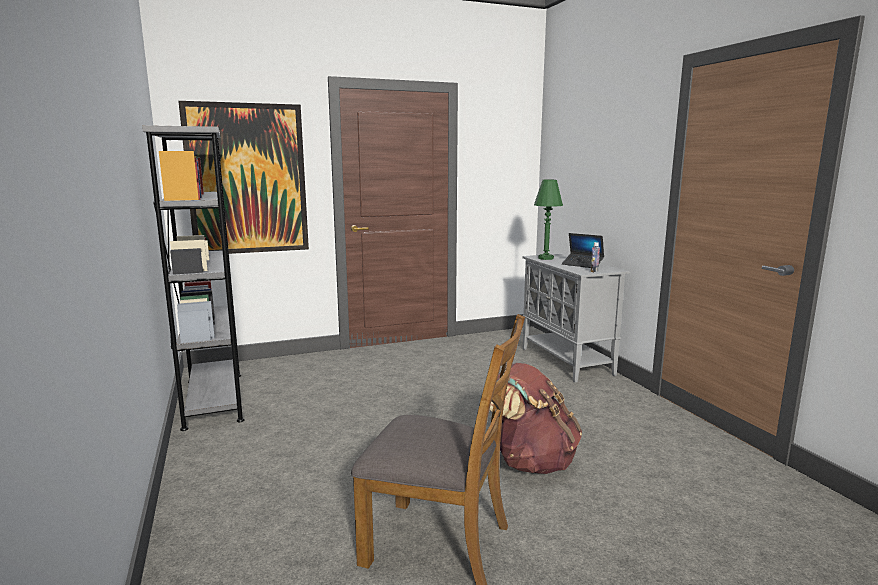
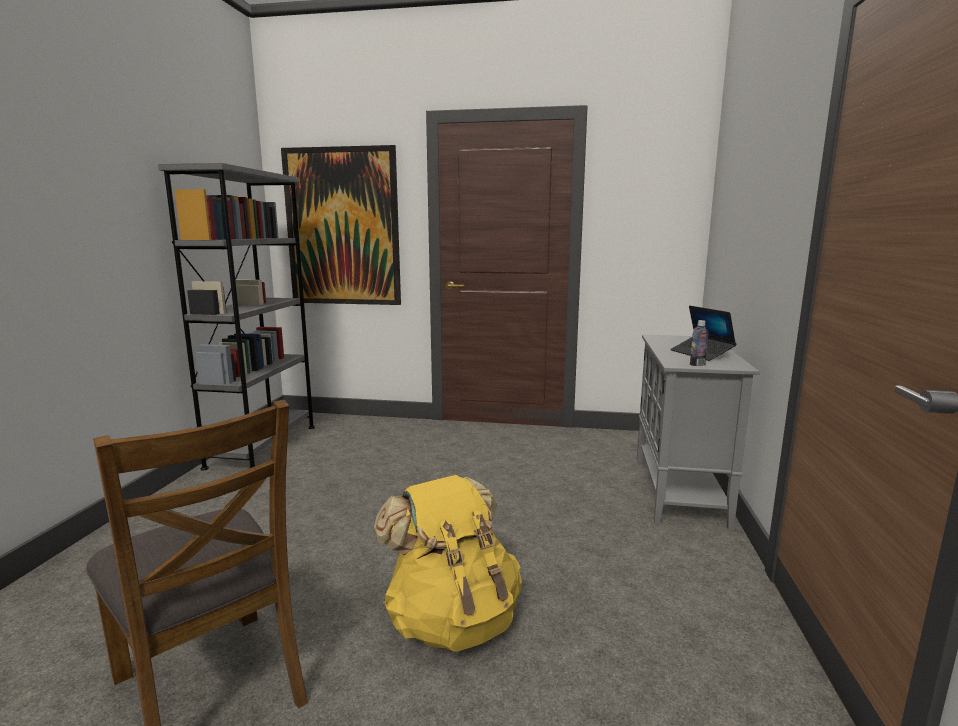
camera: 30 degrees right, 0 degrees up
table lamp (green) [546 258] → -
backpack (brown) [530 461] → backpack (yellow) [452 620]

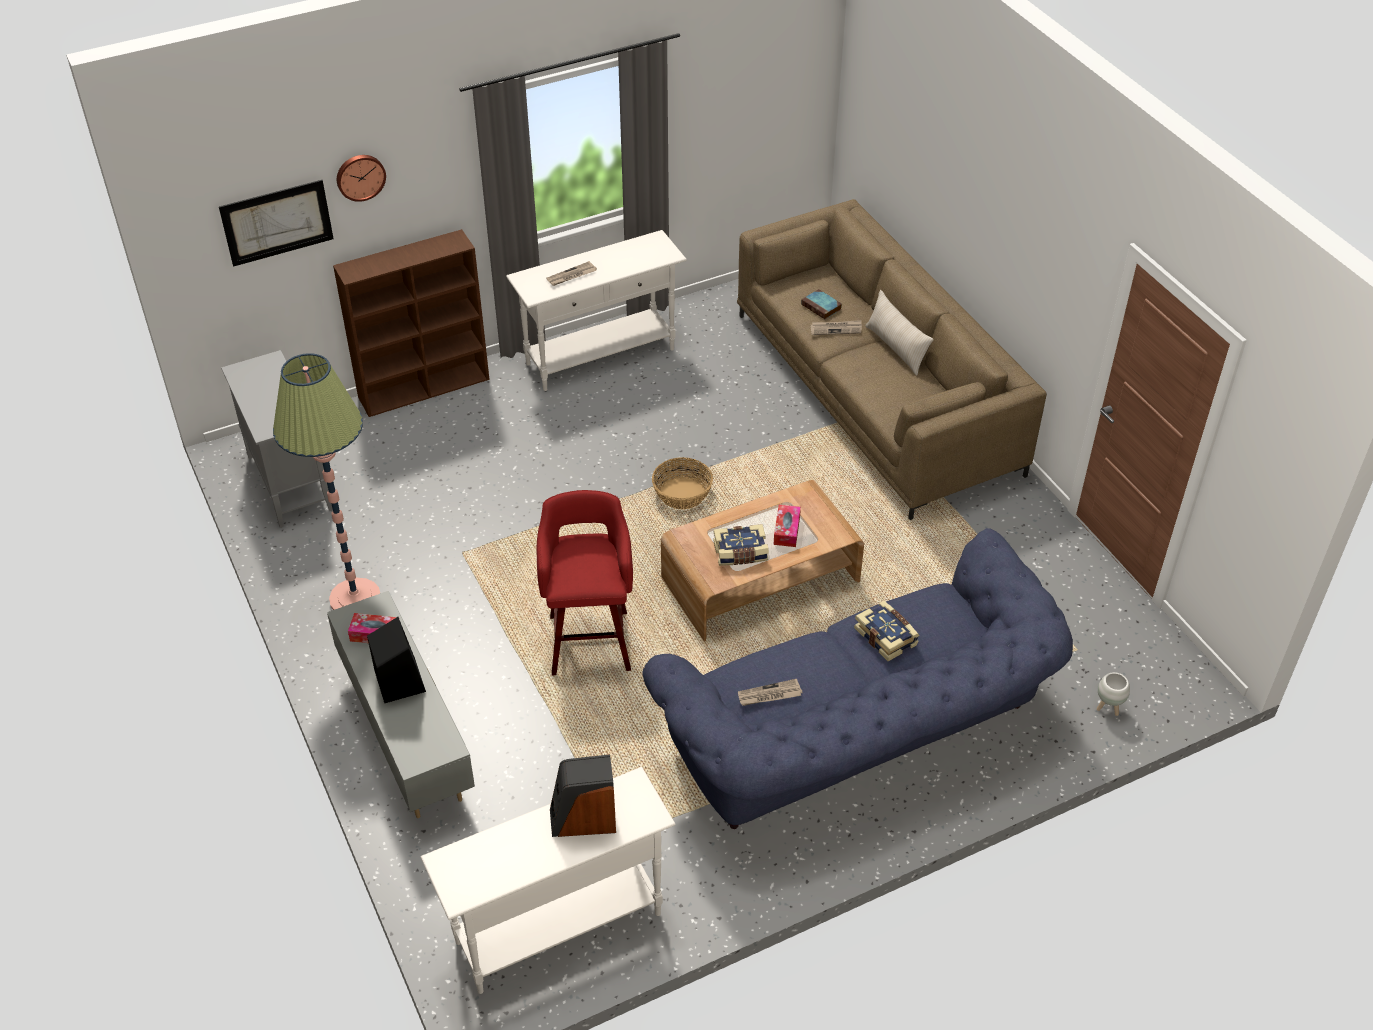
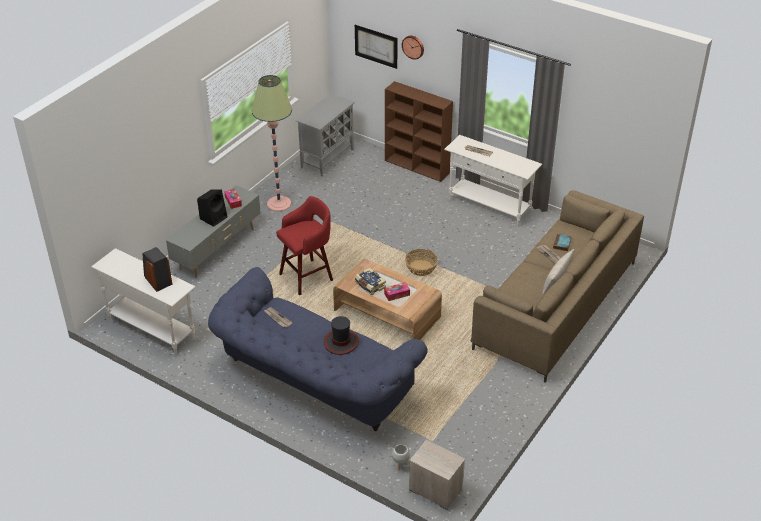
camera: 60 degrees right, 5 degrees down
- → nightstand [435 489]
book [886 636] → hat [341 342]

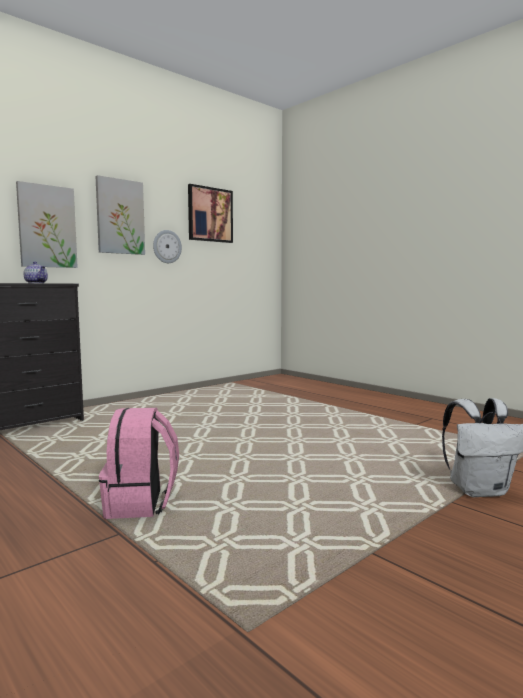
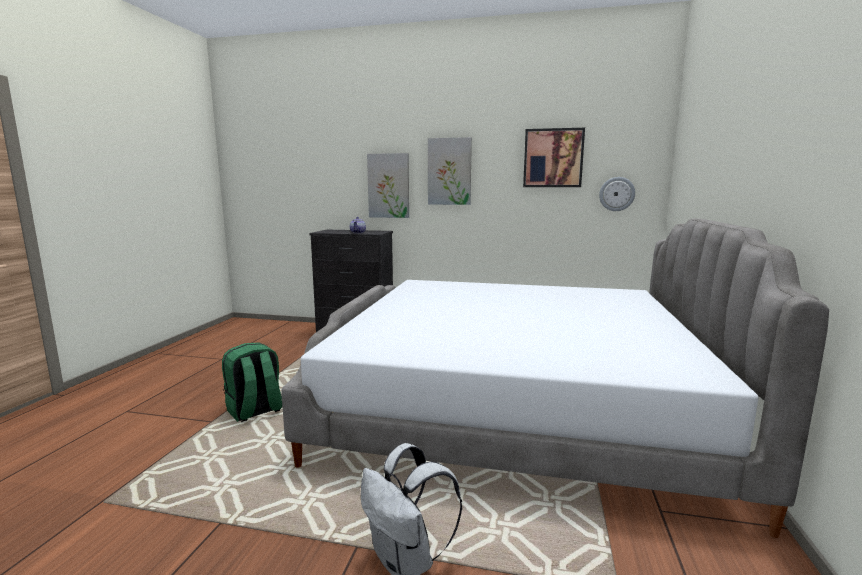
camera: 55 degrees right, 5 degrees up
- → bed [516 403]
wall clock [167 246] → wall clock [616 194], move
backpack (pink) [141 504] → backpack (green) [255 411]

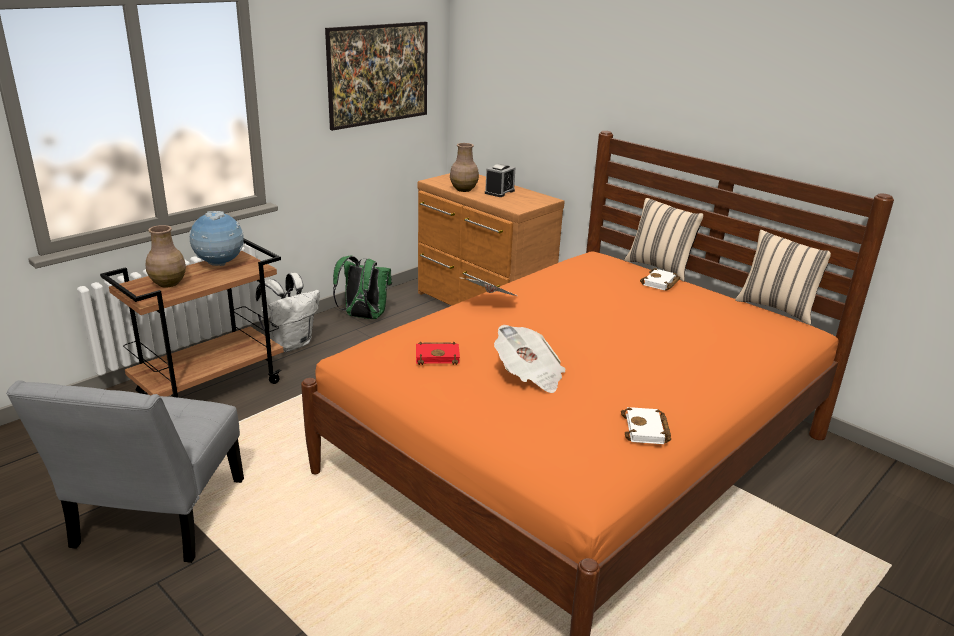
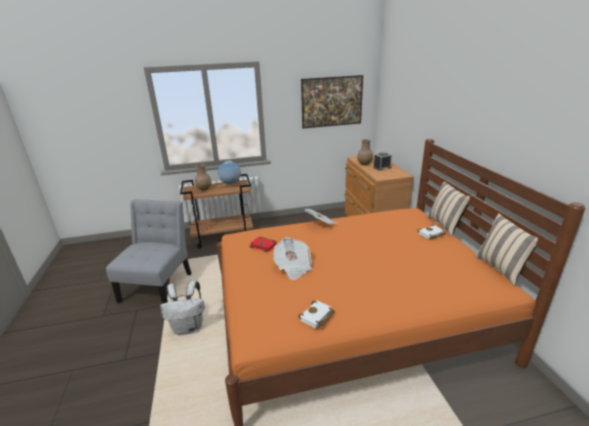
camera: 35 degrees right, 0 degrees up
backpack (green) [363 317] → -
backpack (white) [291 344] → backpack (white) [189 327], move
chair (grey) [156 519] → chair (grey) [159 284], 150 degrees clockwise

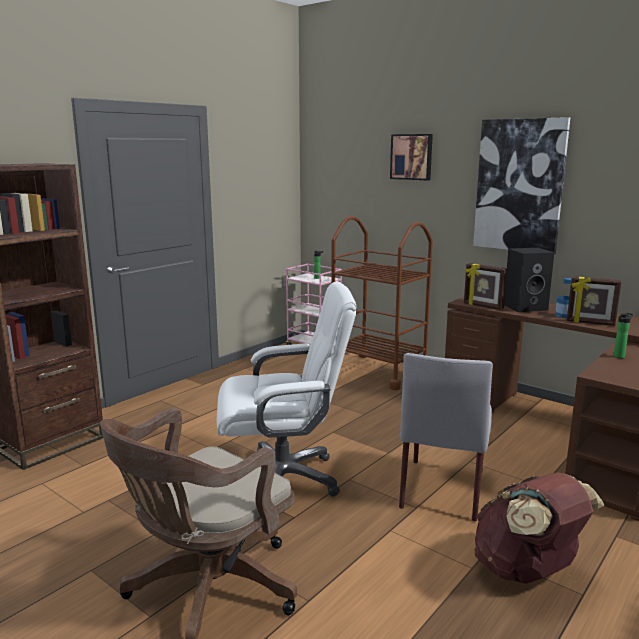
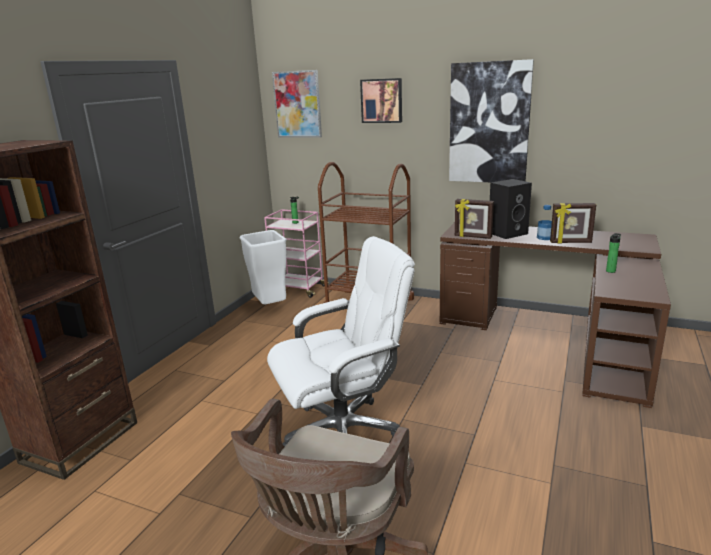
camera: 15 degrees left, 5 degrees up
chair (grey) [442 488] → -
backpack (brown) [527 571] → -
- → trash can (white) [270 307]
- → picture [297 104]

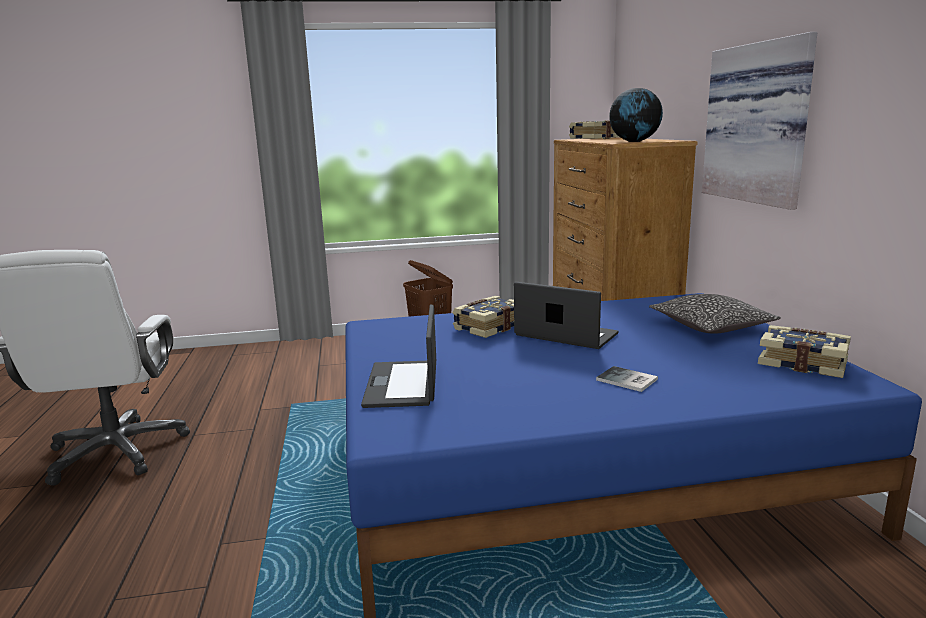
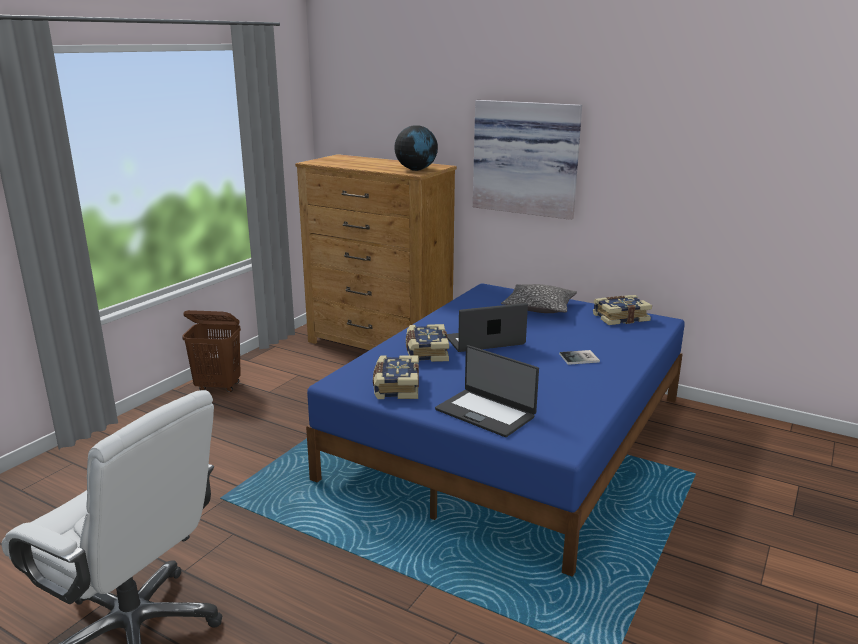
camera: 50 degrees left, 5 degrees up
book [594 139] → book [395 387], move

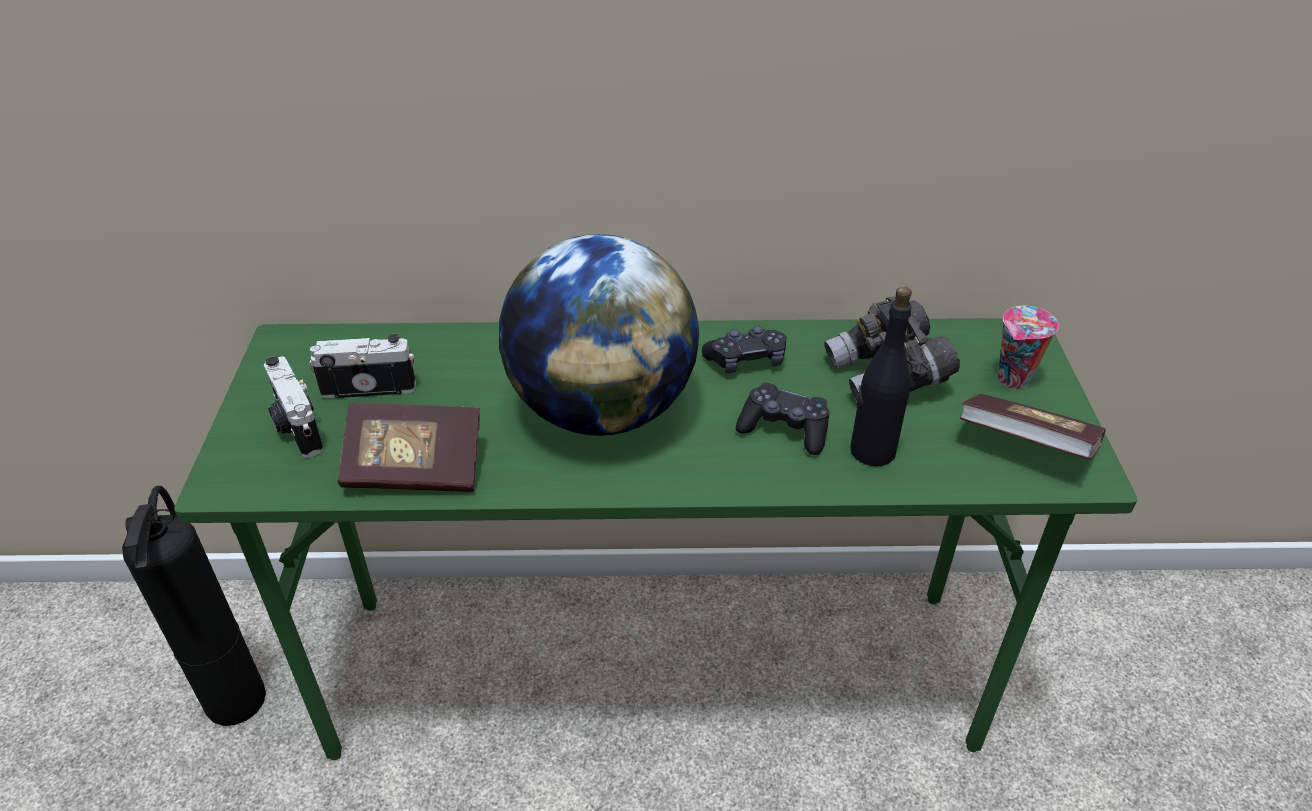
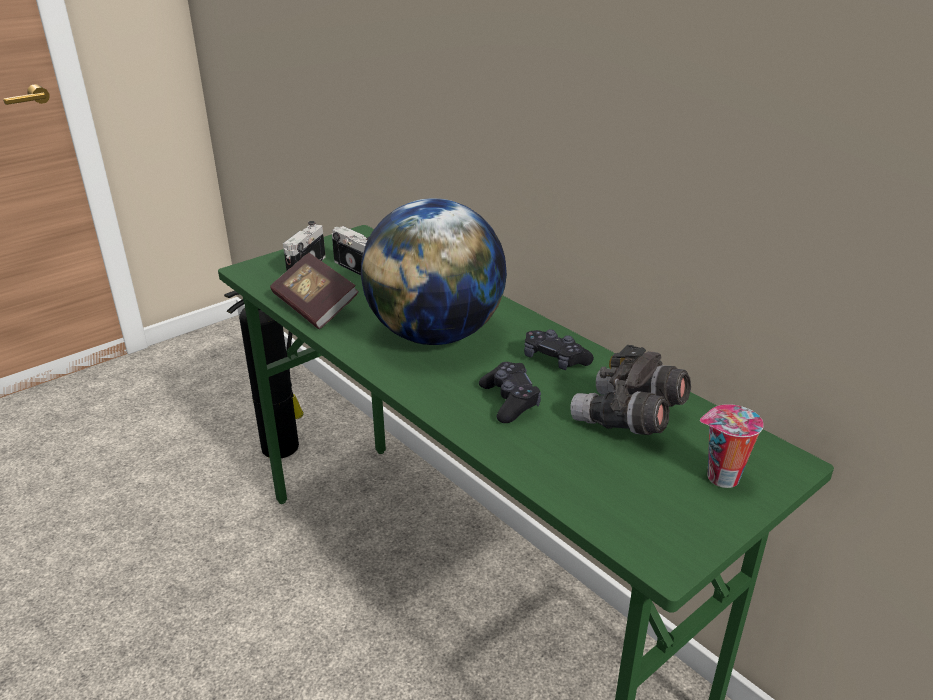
camera: 50 degrees right, 10 degrees down
bottle (black) [872 451] → -
book [1025 445] → -

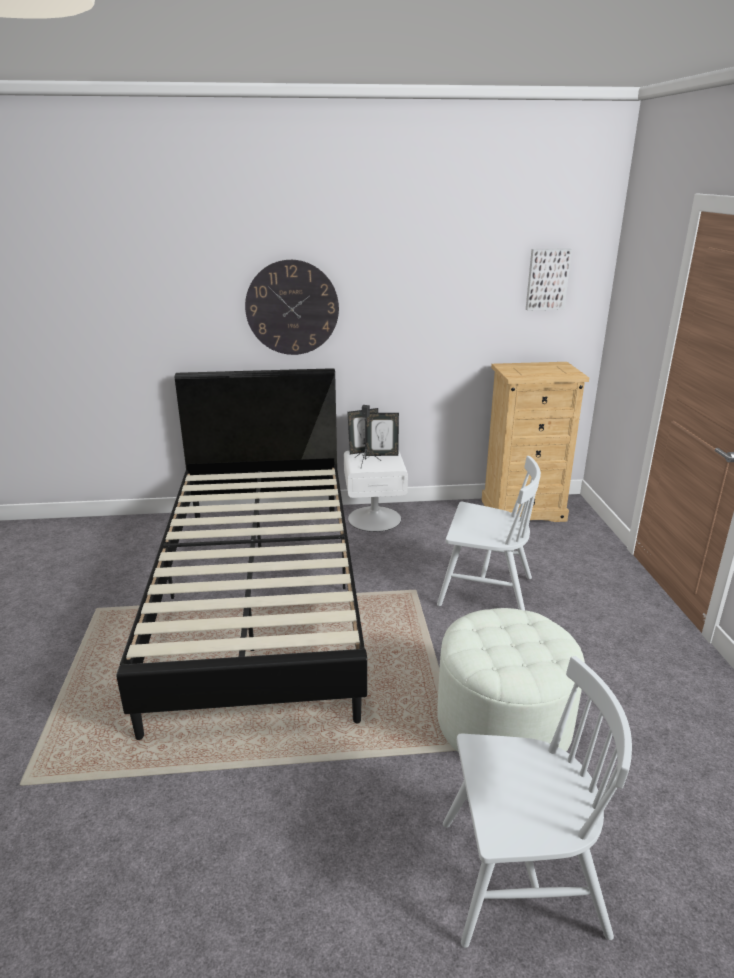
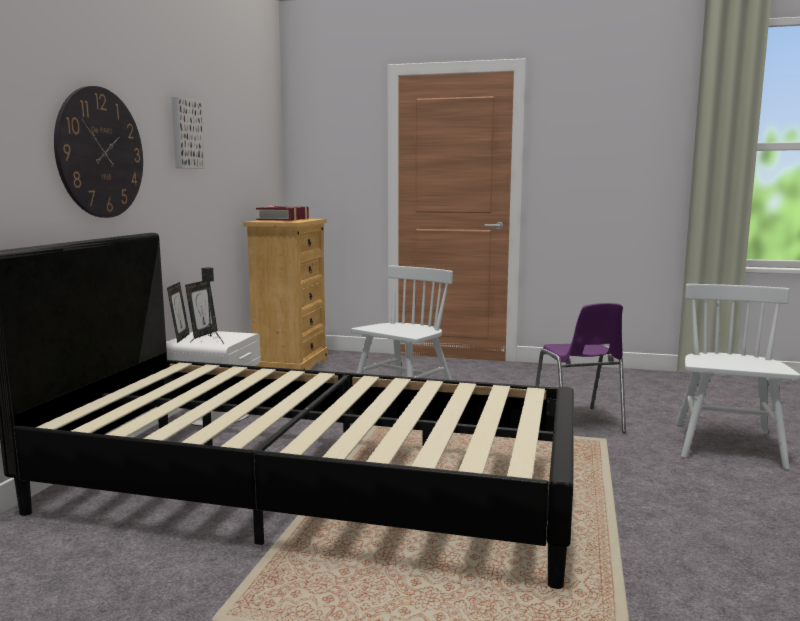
camera: 70 degrees left, 15 degrees down
- → book [283 219]
picture [547 279] → picture [185 134], move
ottoman (white) [503 722] → chair (purple) [578 423]

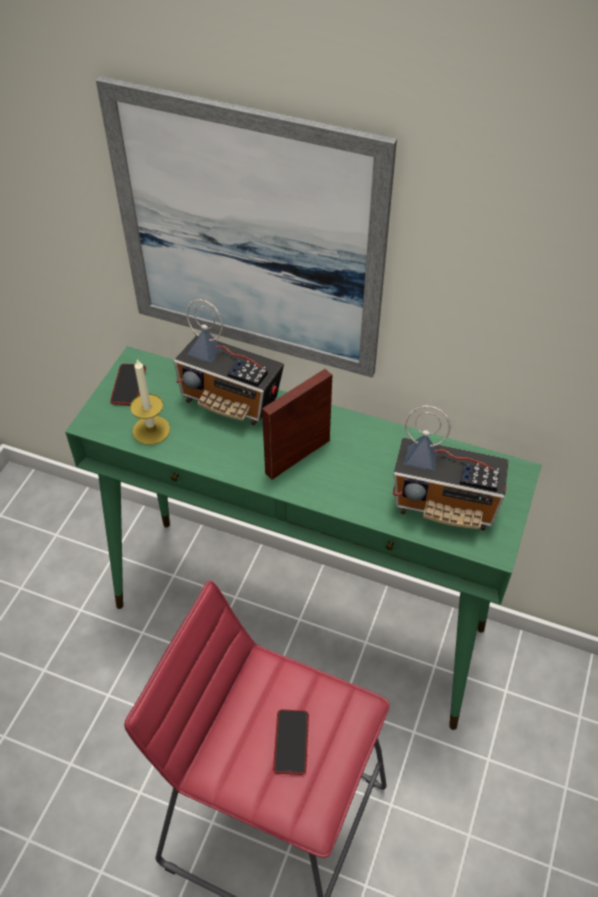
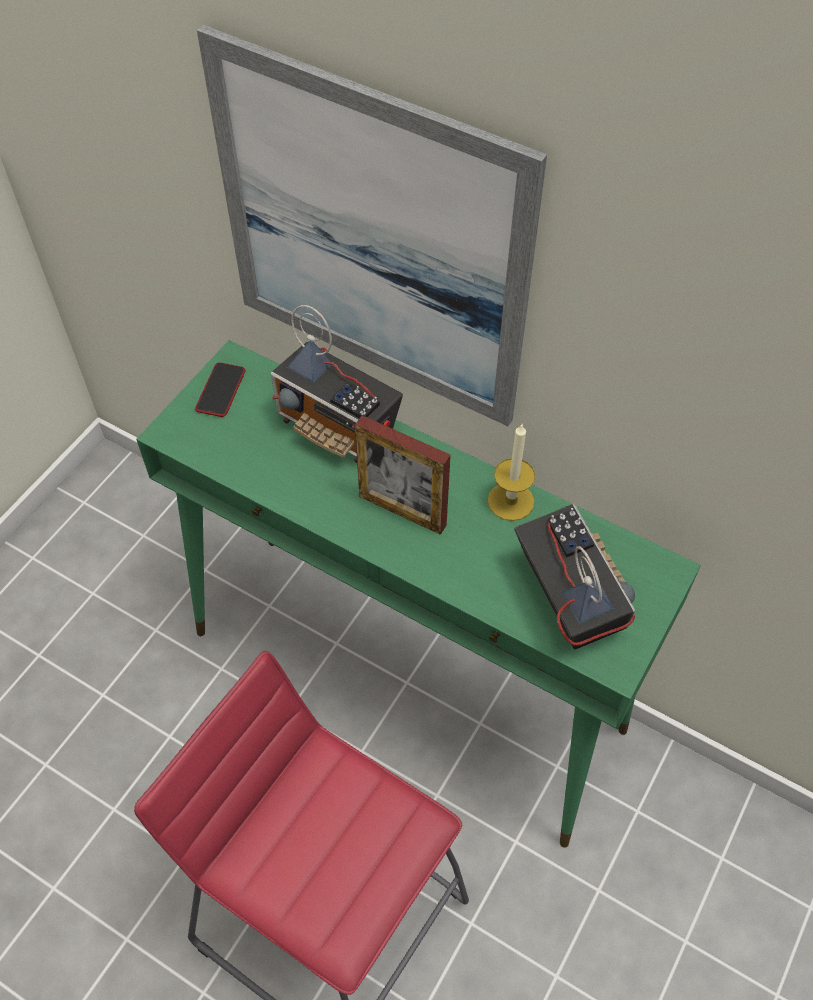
camera: 10 degrees right, 5 degrees up
phone [291 742] → -
candle [151 430] → candle [510 501], move
picture frame [297 456] → picture frame [402 510], 120 degrees counterclockwise
radio [445 504] → radio [569 598], 135 degrees counterclockwise

